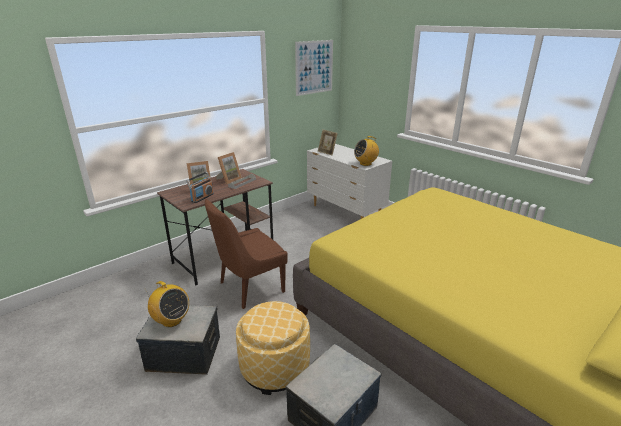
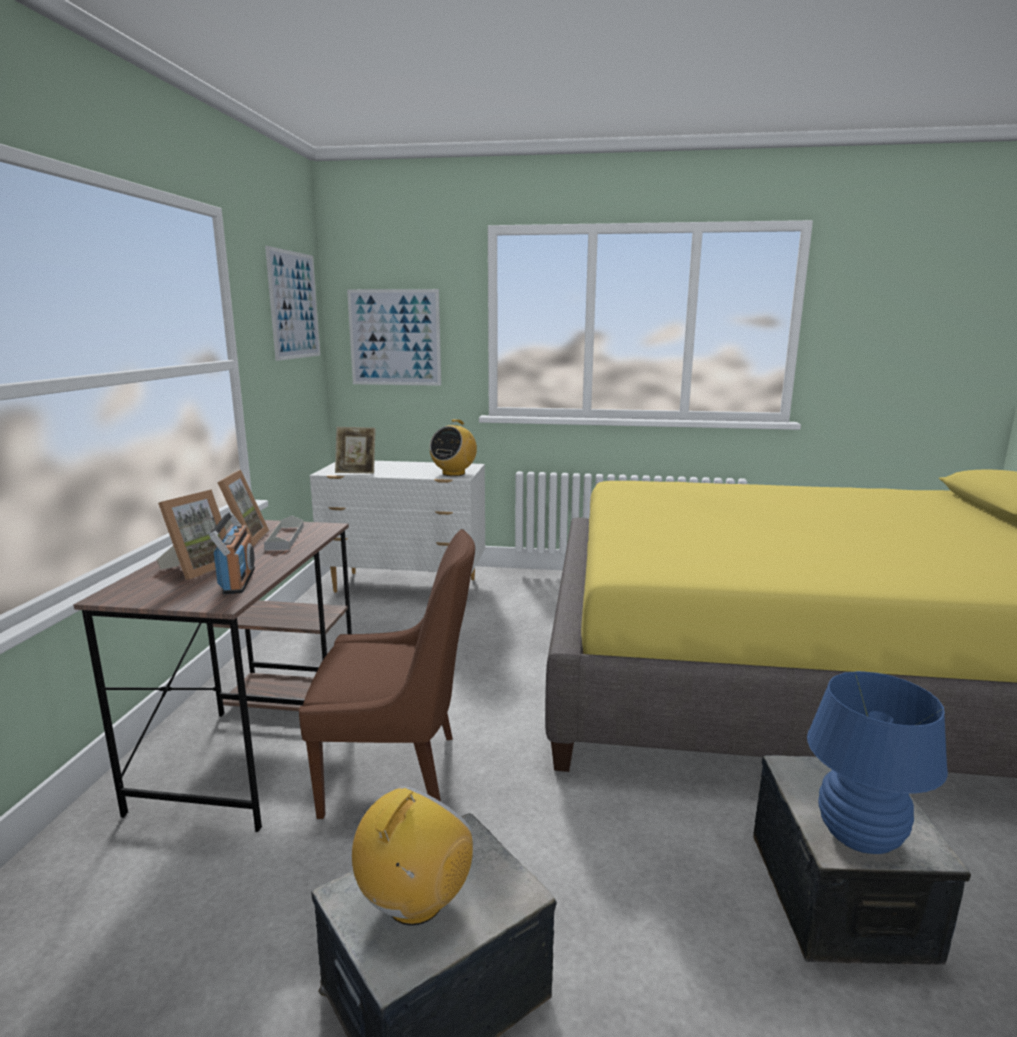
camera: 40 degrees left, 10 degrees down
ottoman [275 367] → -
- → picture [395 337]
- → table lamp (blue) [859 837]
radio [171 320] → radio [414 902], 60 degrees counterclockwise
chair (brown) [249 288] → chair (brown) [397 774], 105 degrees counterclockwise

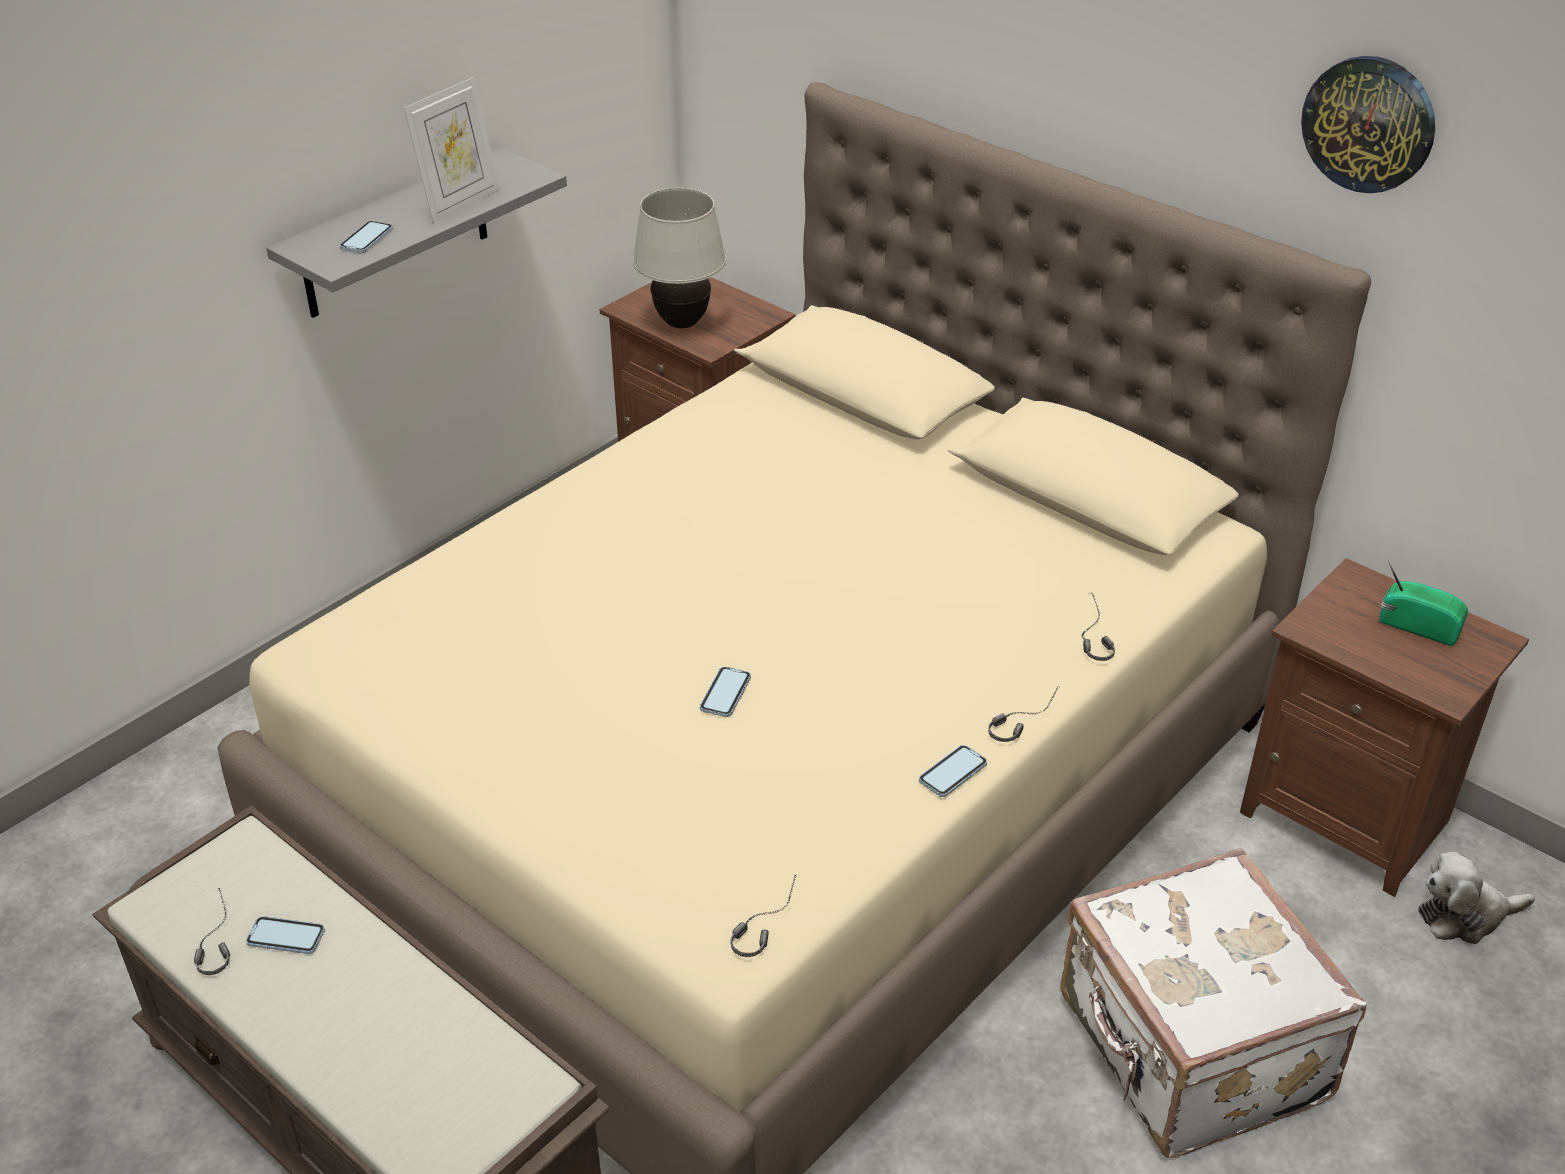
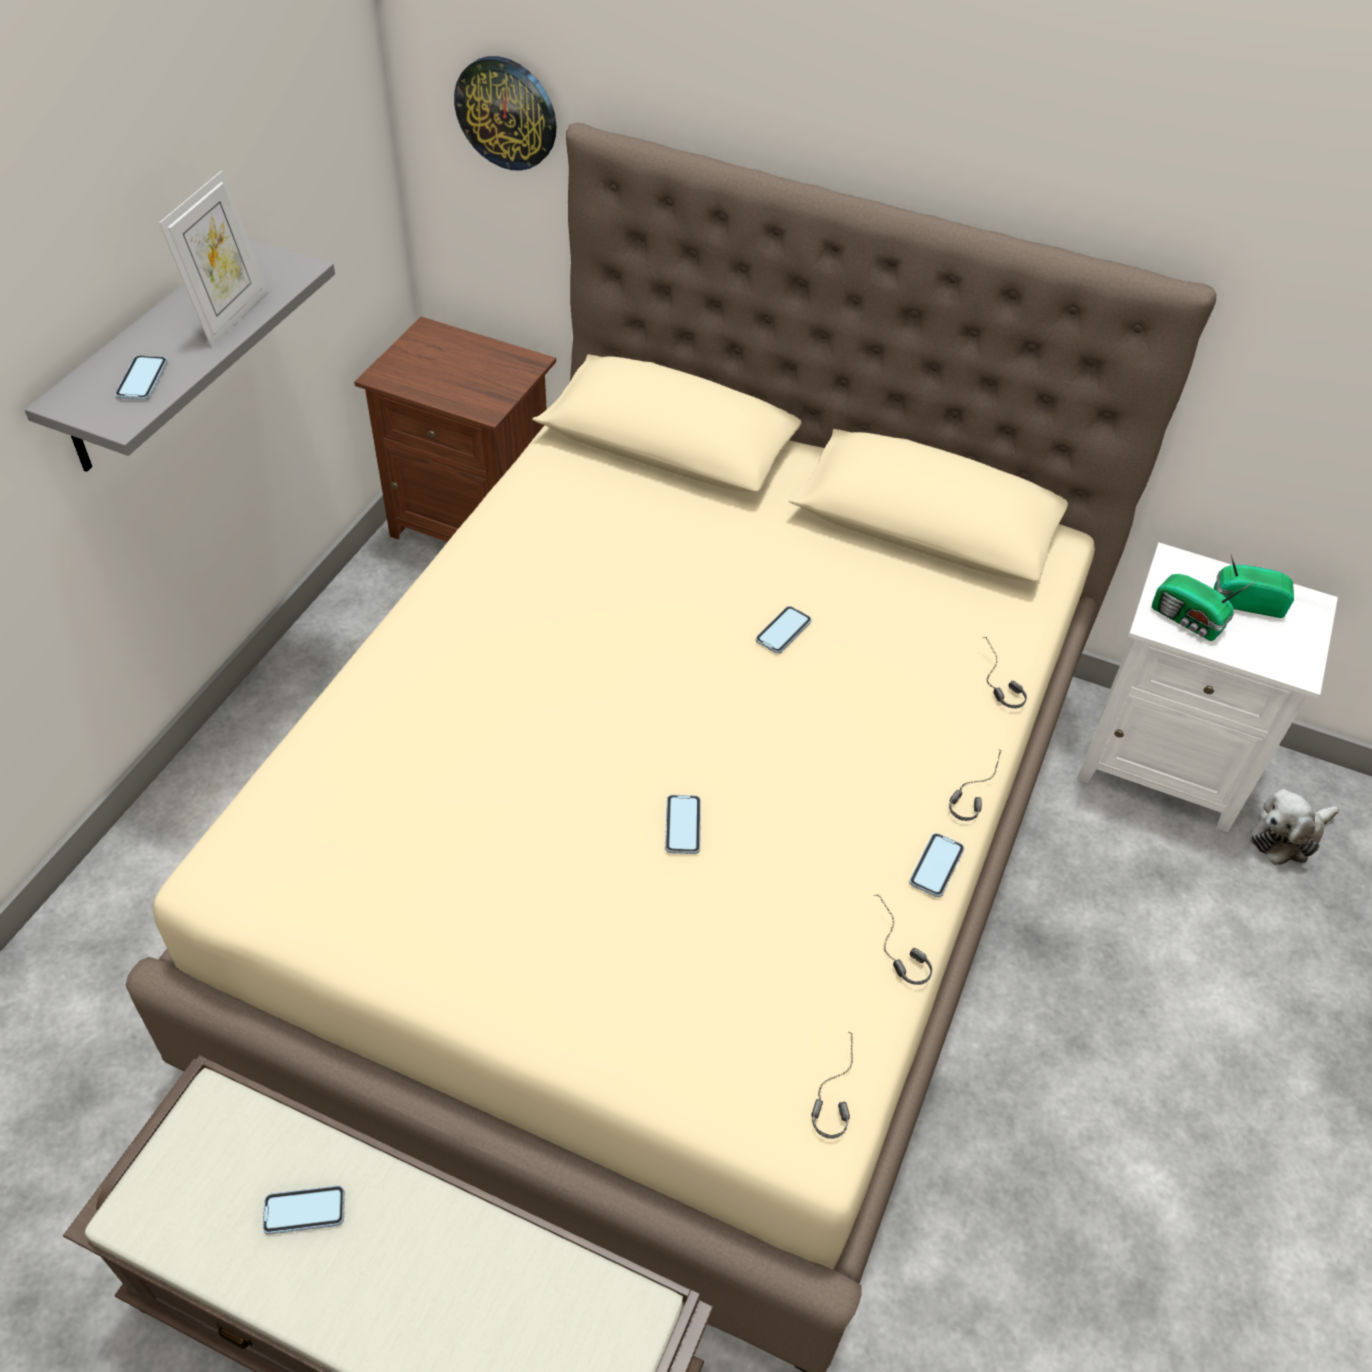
camera: 20 degrees left, 10 degrees up
table lamp (white) [682 323] → -
suitcase (white) [1188 1051] → -
- → phone [783 631]
- → radio [1188 621]
headphones [212 940] → headphones [893 948], move
wall clock [1369 124] → wall clock [507 112], move
nightstand (brown) [1347 815] → nightstand (white) [1163 761]

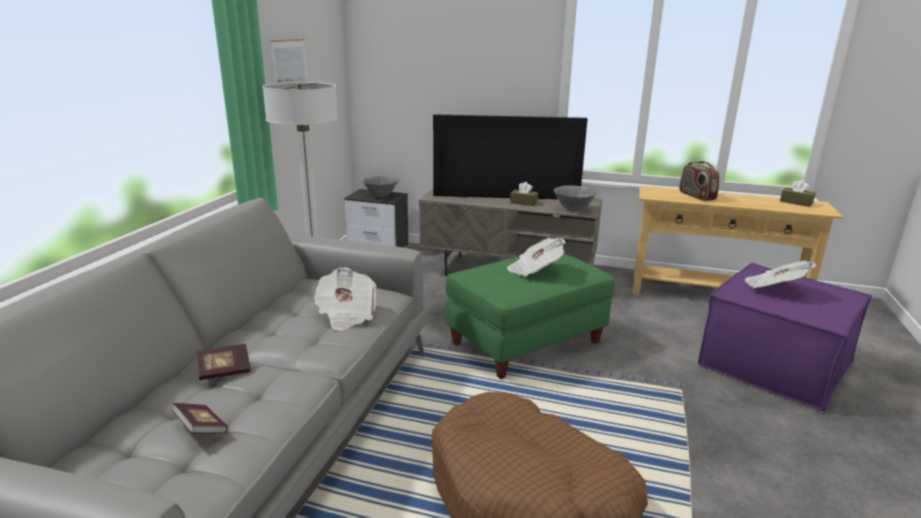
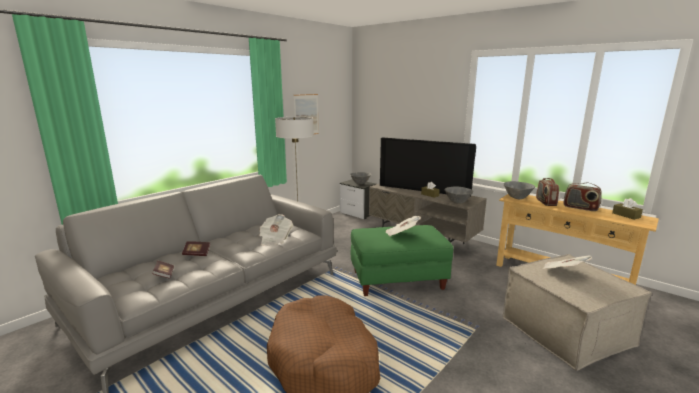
camera: 25 degrees right, 5 degrees down
- → bowl (grey) [517 198]
- → radio [580 208]
ottoman (purple) [774 364] → ottoman (beige) [566 331]

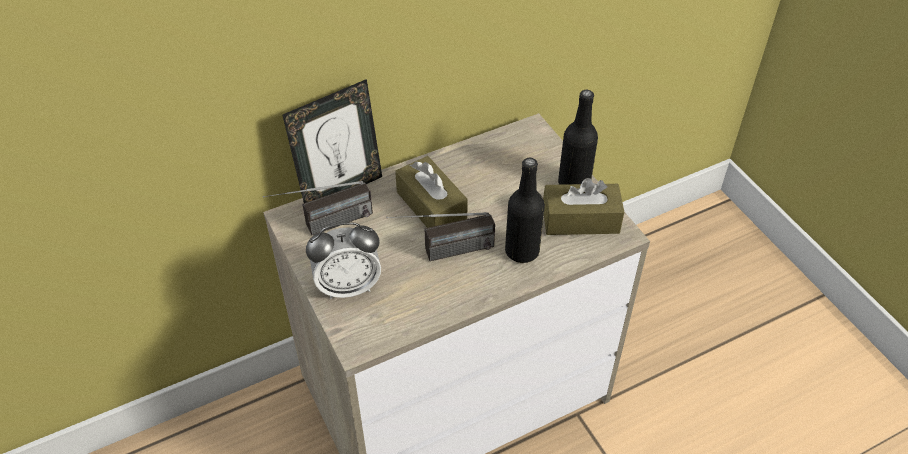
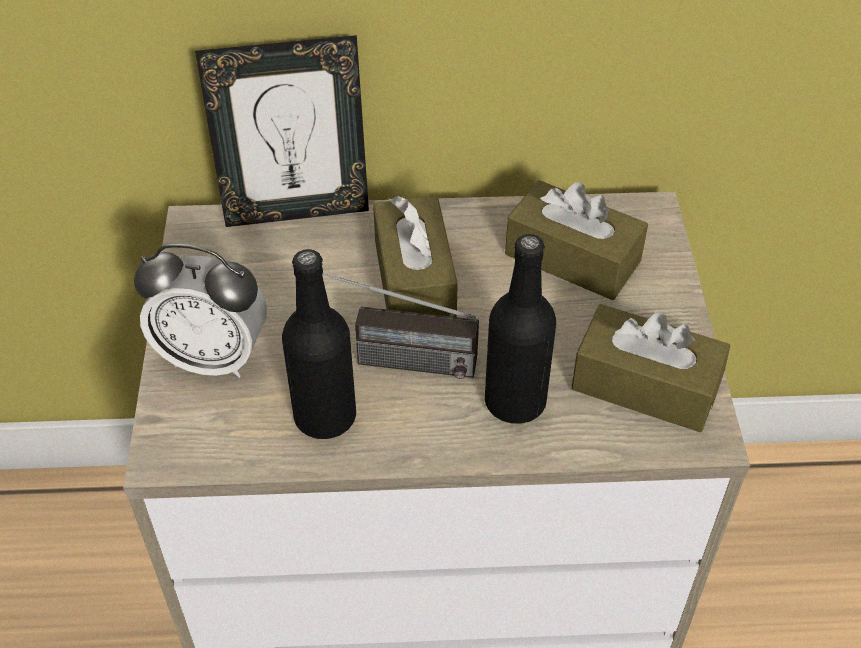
camera: 25 degrees right, 0 degrees up
radio [323 226] → -
- → tissue box (brown) [572 258]
bottle (black) [574 183] → bottle (black) [325 416], move

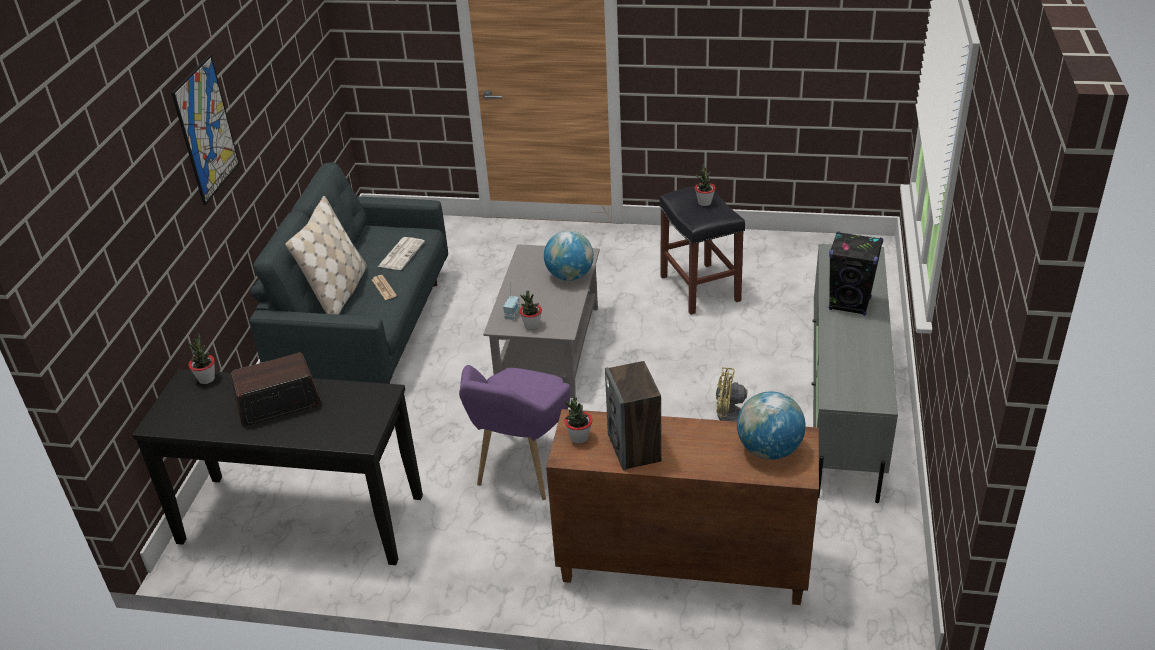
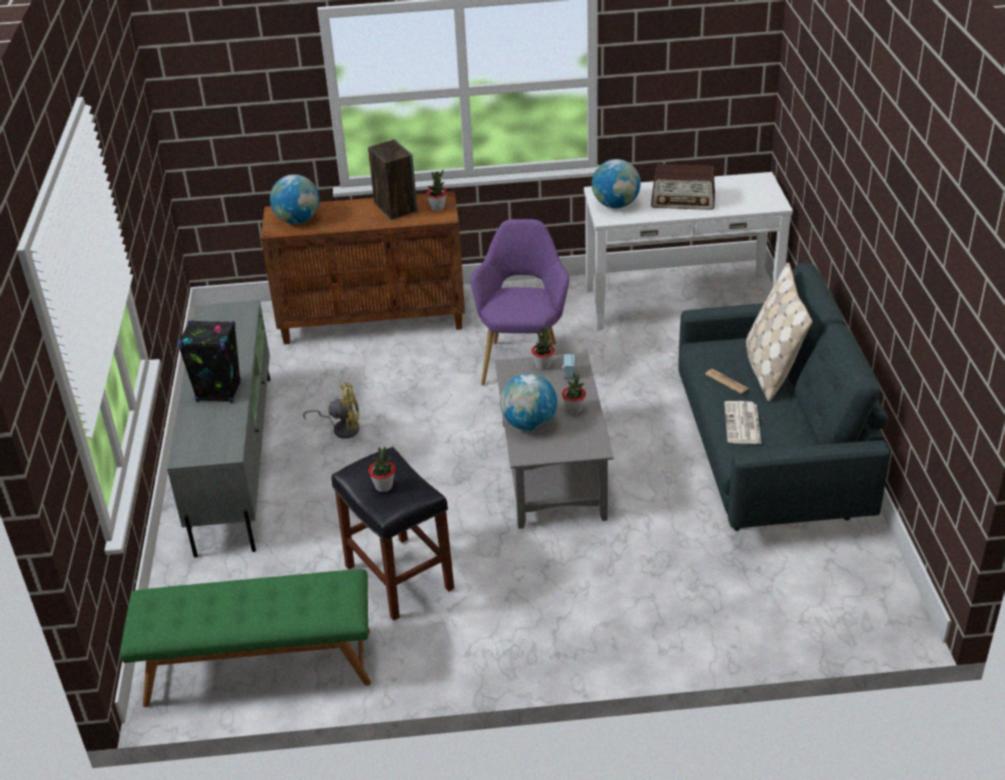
camera: 165 degrees right, 0 degrees up
picture [206 130] → -
- → bench (green) [258 668]
- → globe [616 205]
potted plant [206 379] → potted plant [574 409], move
console table (black) [301 519] → console table (white) [681 301]
radio [278 404] → radio [683 201], 45 degrees clockwise

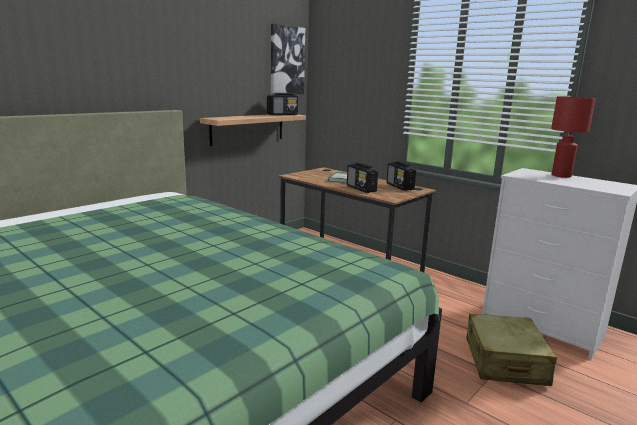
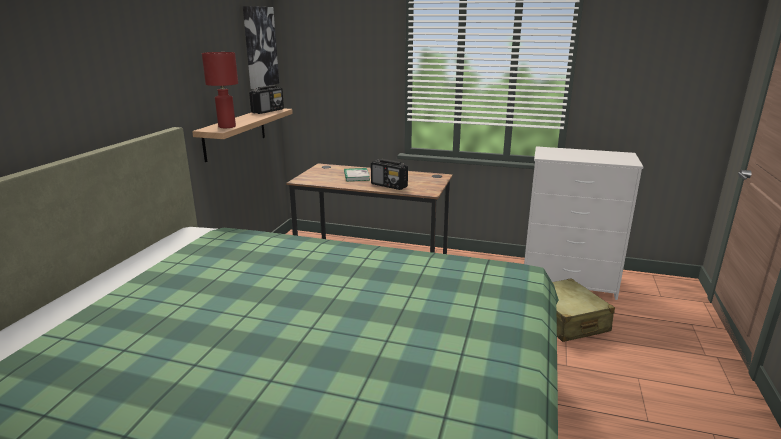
camera: 25 degrees left, 5 degrees up
radio [400 187] → -
table lamp (red) [561 175] → table lamp (red) [227 126], move

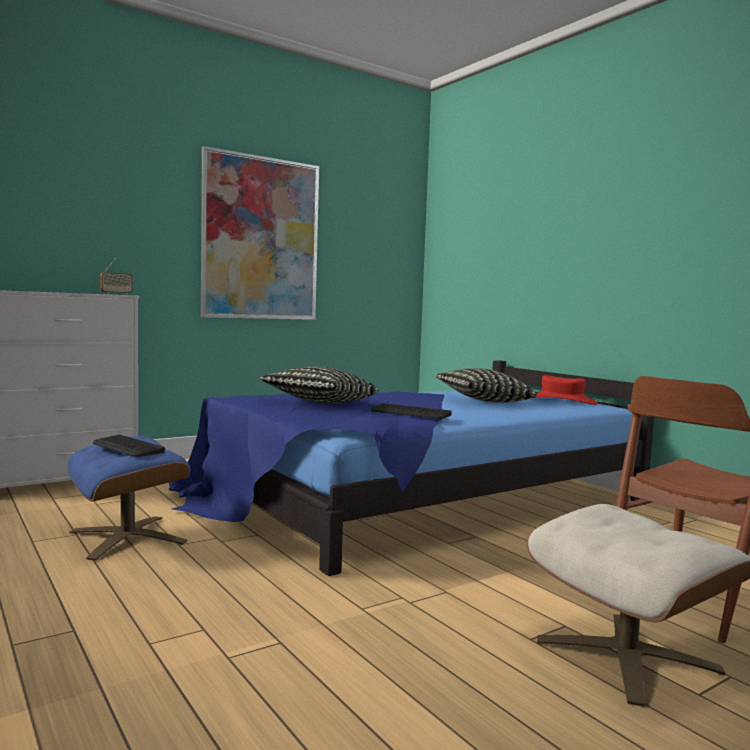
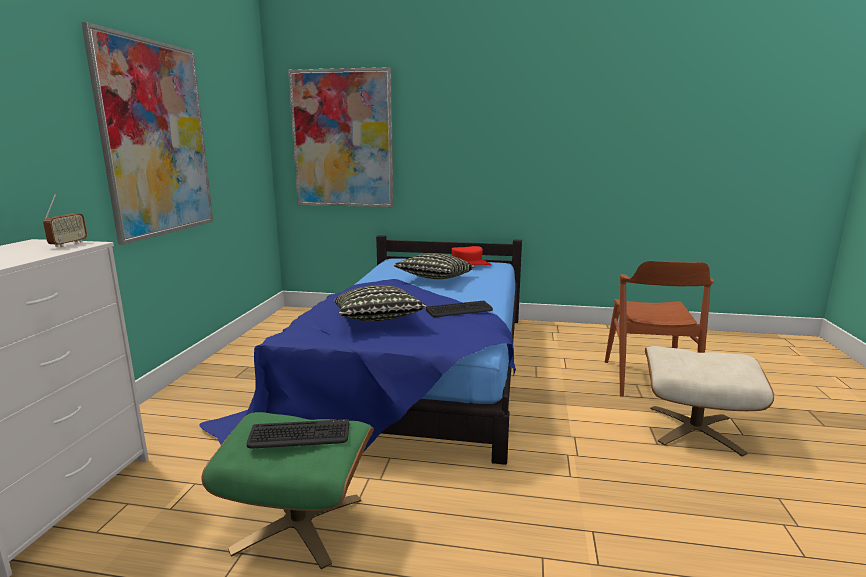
camera: 45 degrees left, 10 degrees up
- → picture [342 139]
ottoman (blue) [128 537] → ottoman (green) [299 523]

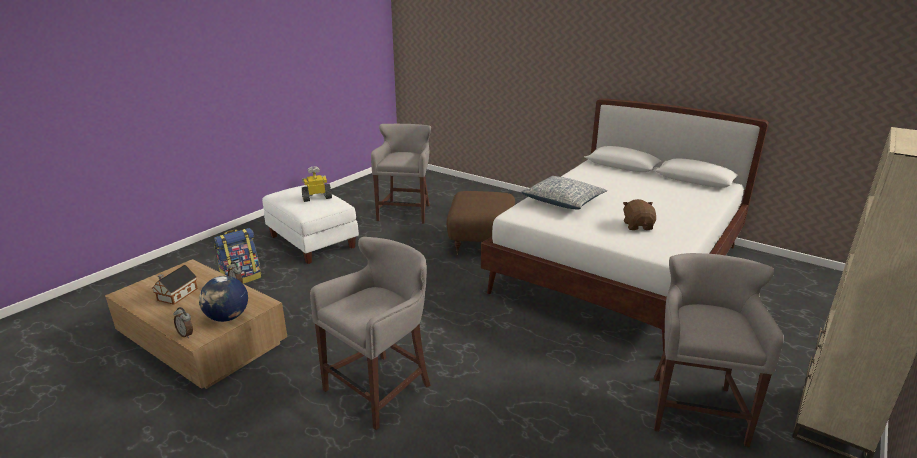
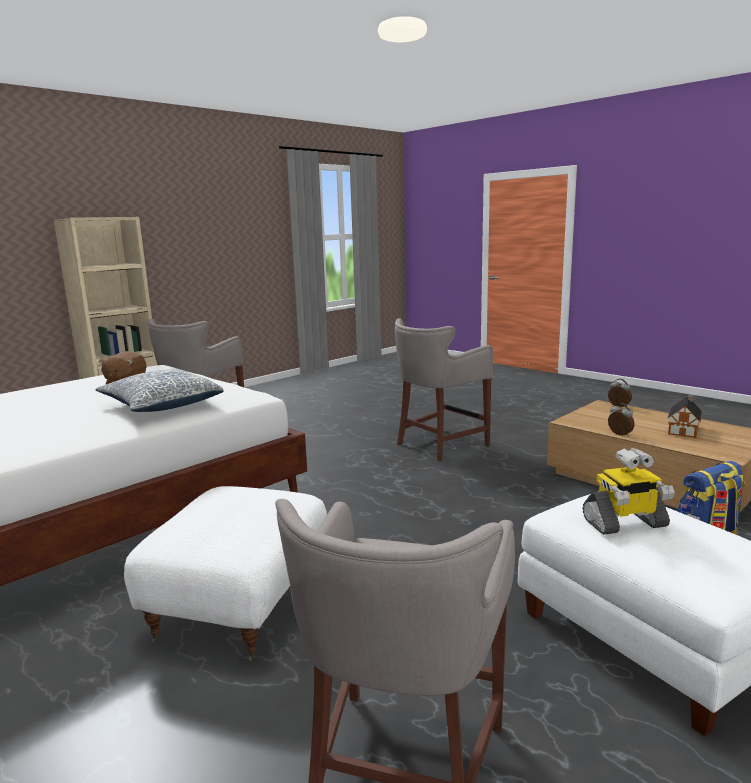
camera: 170 degrees left, 10 degrees down
globe [227 317] → -
ottoman (brown) [481 242] → ottoman (white) [241 607]

